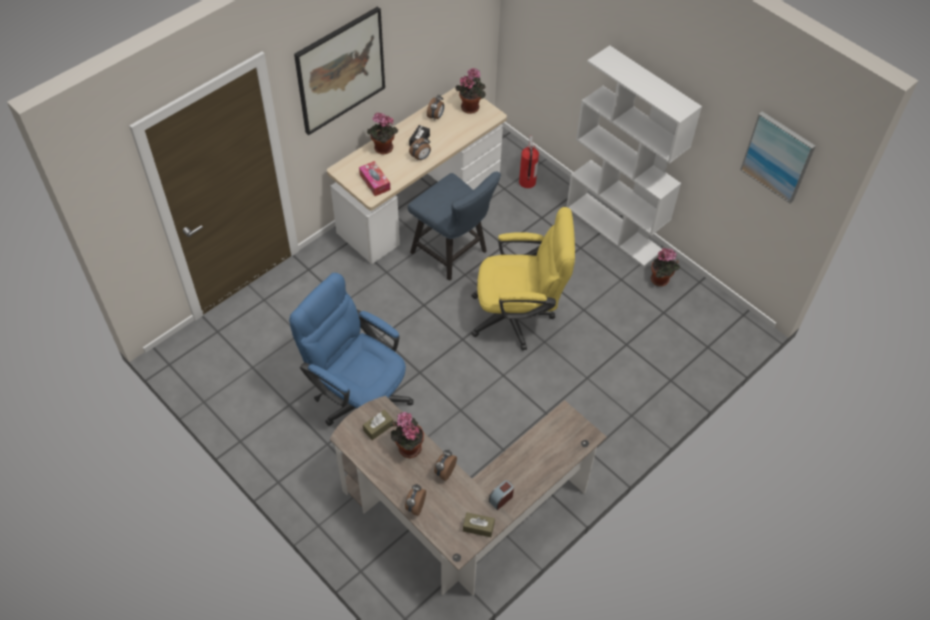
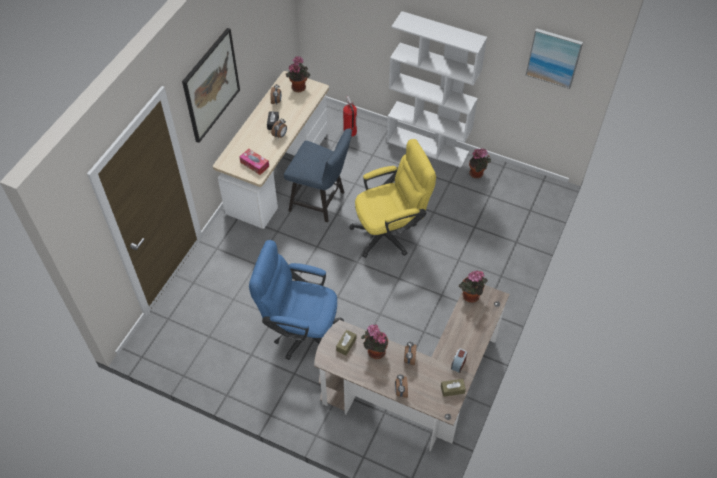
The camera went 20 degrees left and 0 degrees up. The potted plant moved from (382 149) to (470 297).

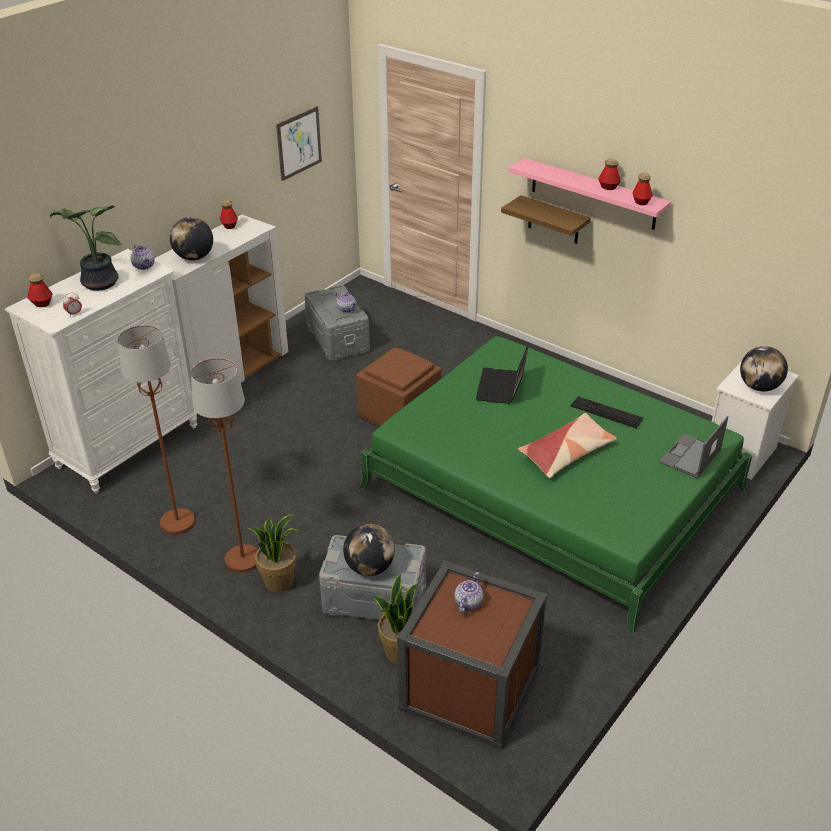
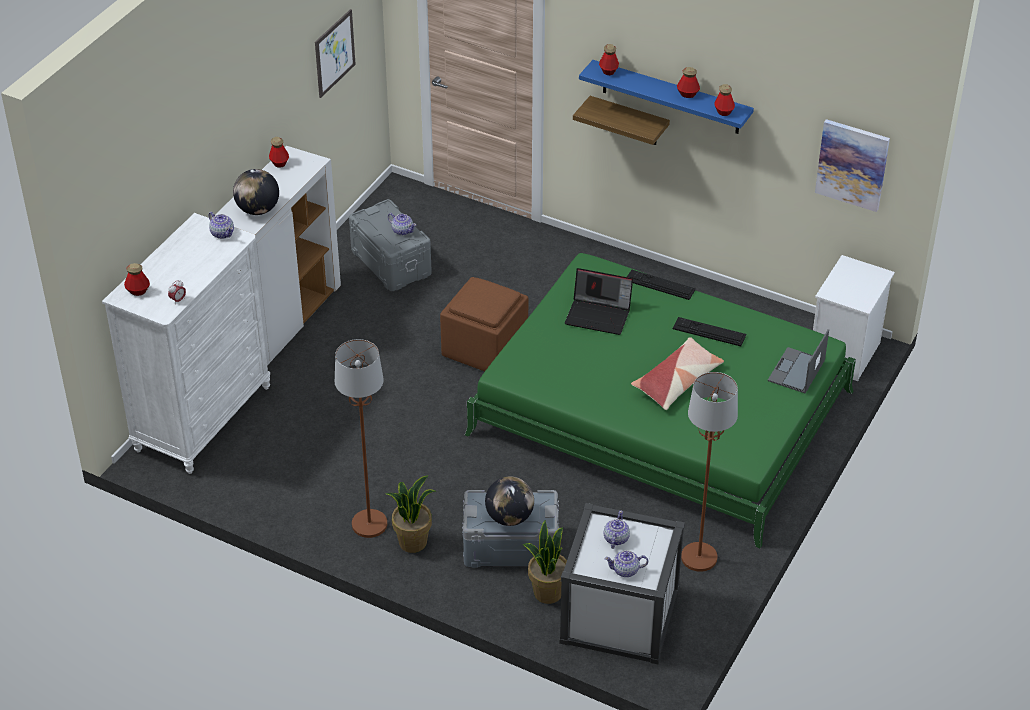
The camera went 10 degrees left and 5 degrees up. The potted plant at (98 283) disappeared. The globe at (759 387) disappeared. The bottle at (608 71) appeared. The teapot at (626 570) appeared. The keyboard at (660 284) appeared. The picture at (852 164) appeared. The brown floor lamp moved from (177 522) to (698 557). The brown storage box at (469 687) became the white storage box at (619 616). The pink shelf at (593 194) became the blue shelf at (671 97). The laptop at (502 387) turned 75 degrees counterclockwise.

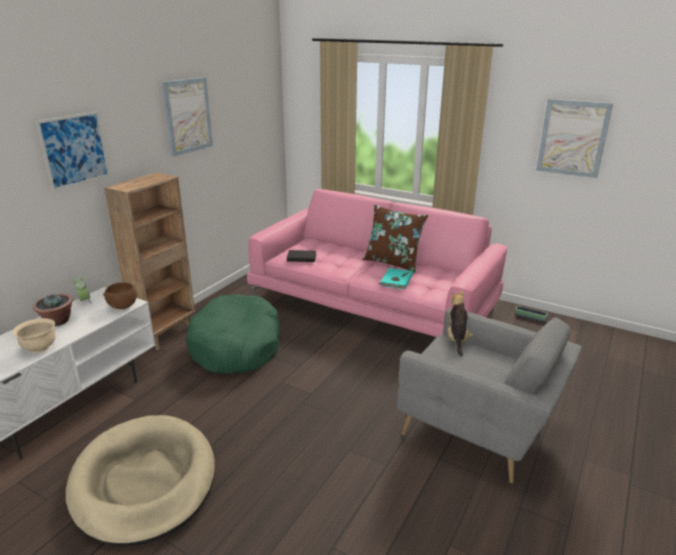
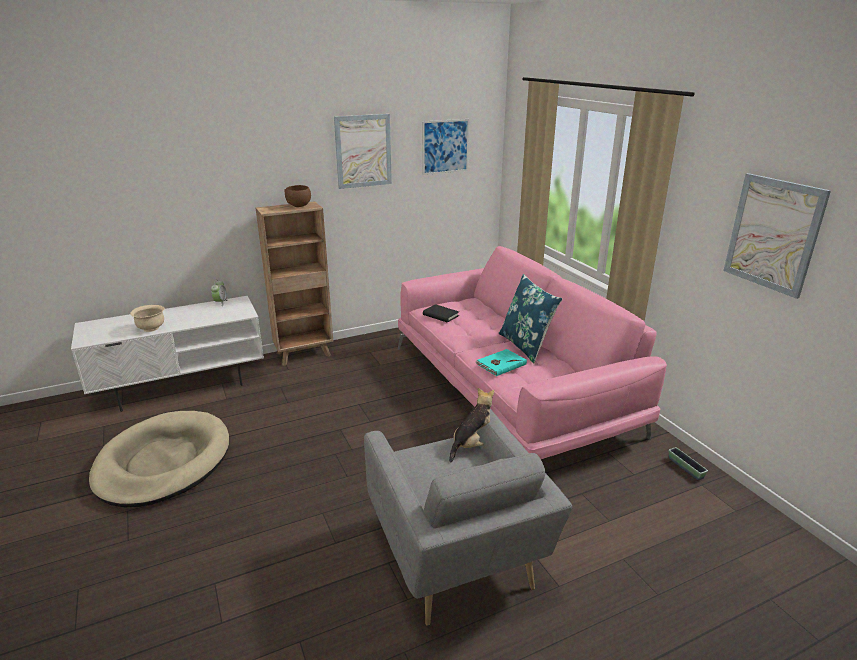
The camera went 35 degrees right and 0 degrees up. The potted plant at (57 321) disappeared. The green dog bed at (236 346) disappeared. The picture moved from (75 150) to (445 146). The brown bowl moved from (123 306) to (299 205). The brown pillow at (393 262) became the blue pillow at (526 346).

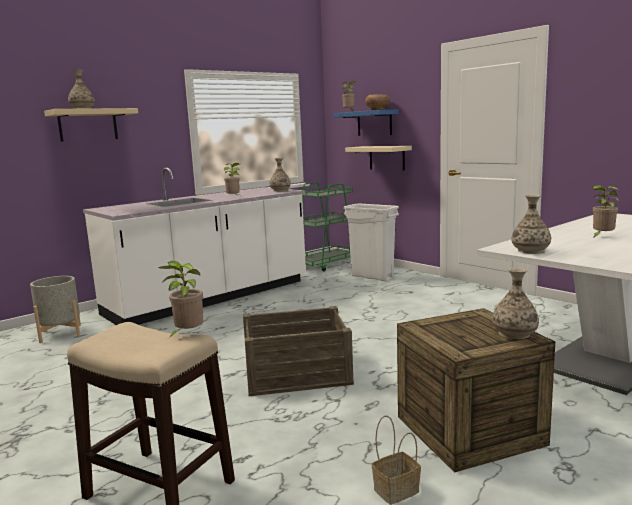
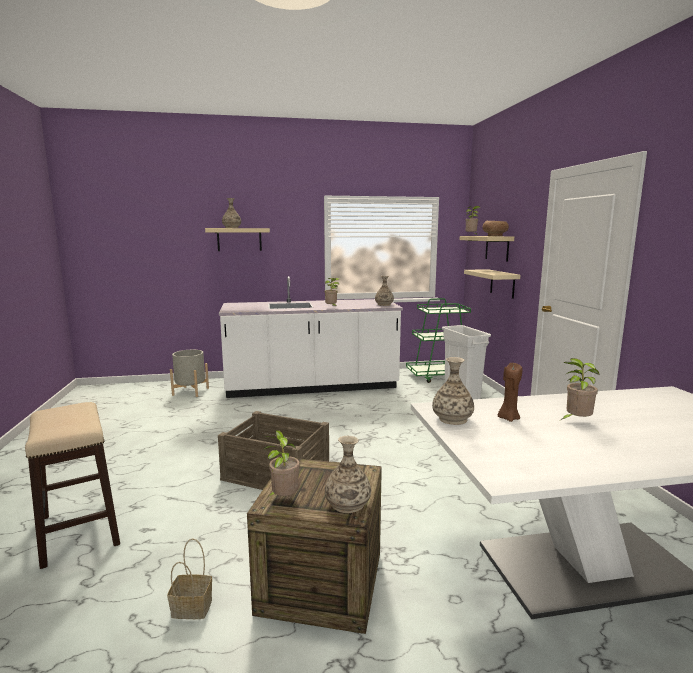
The camera went 30 degrees right and 0 degrees up. The brown candle at (508 418) appeared. The potted plant moved from (187 335) to (283 499). The blue shelf at (374 123) became the beige shelf at (497 248).

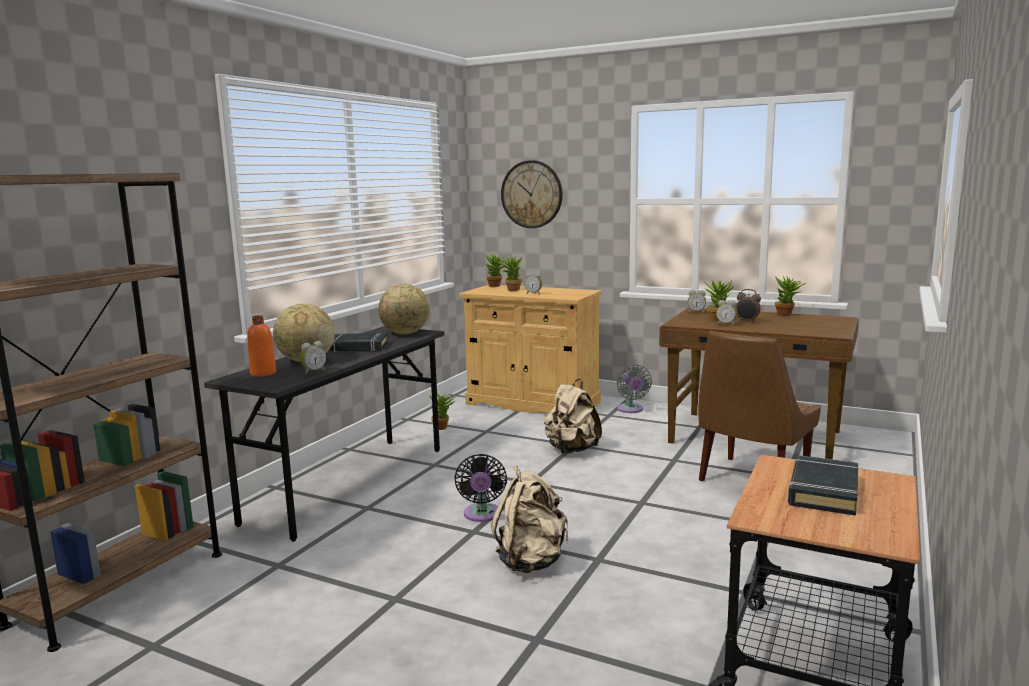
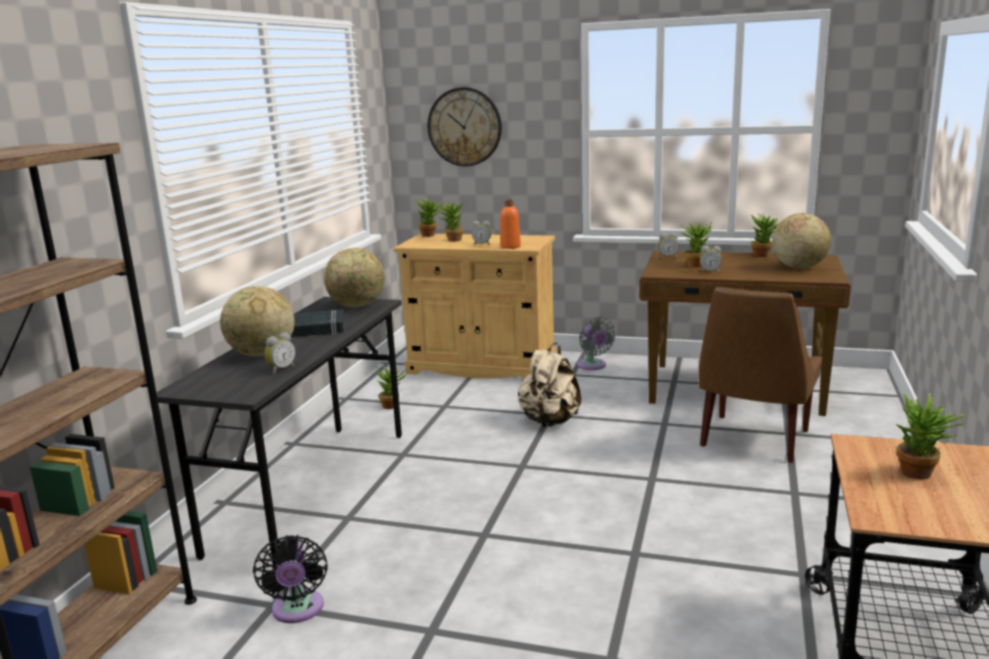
The camera went 10 degrees left and 5 degrees up. The beige backpack at (531 562) disappeared. The alarm clock at (747 321) disappeared. The globe at (798 267) appeared. The orange bottle moved from (263 373) to (510 246). The black fan moved from (482 515) to (297 610). The black book at (823 491) was replaced by the potted plant at (921 475).

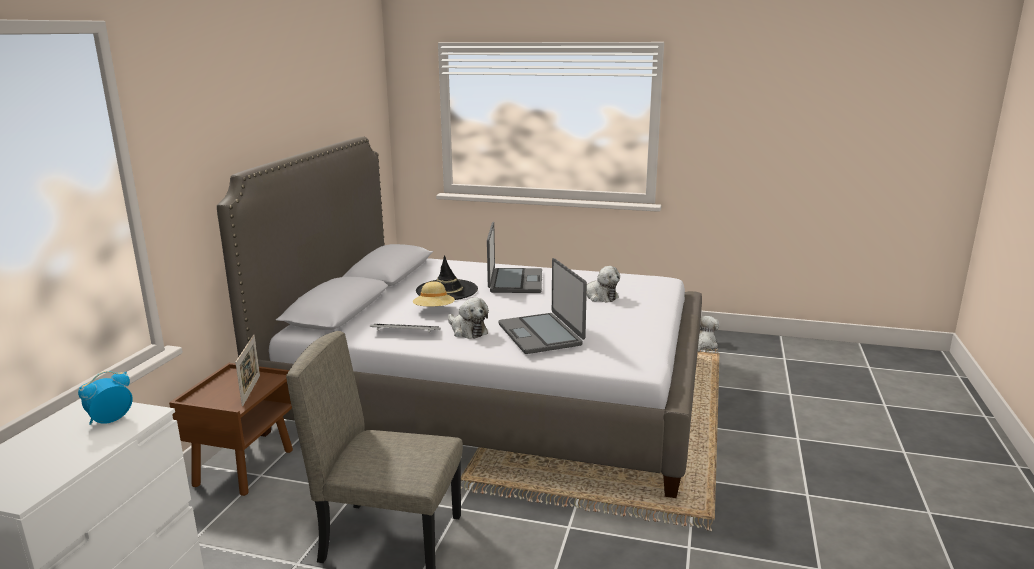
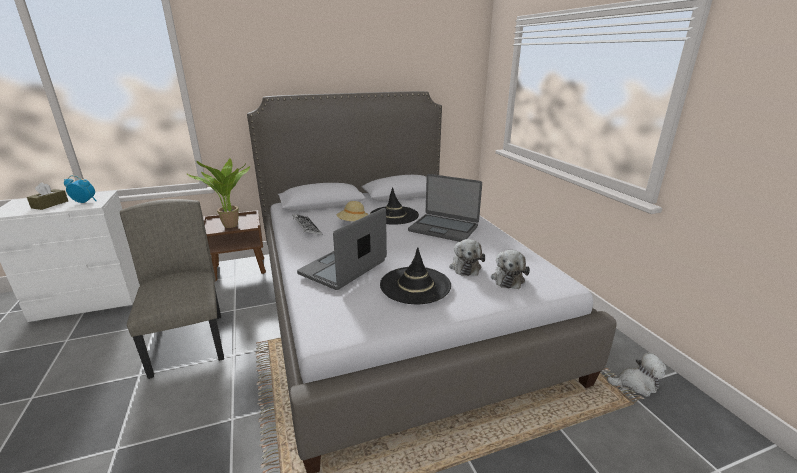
The camera went 55 degrees right and 5 degrees up. The brown tissue box at (50 204) appeared. The black hat at (415 285) appeared. The plush toy moved from (467 331) to (508 278). The picture frame at (251 390) was replaced by the potted plant at (232 226). The laptop at (515 282) turned 60 degrees clockwise.

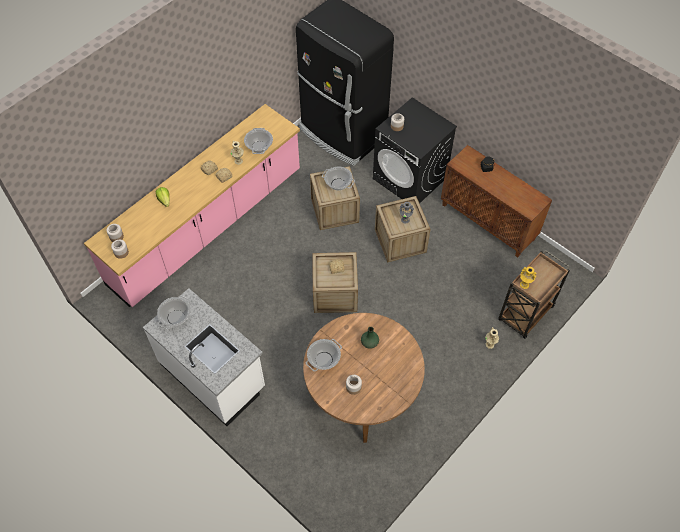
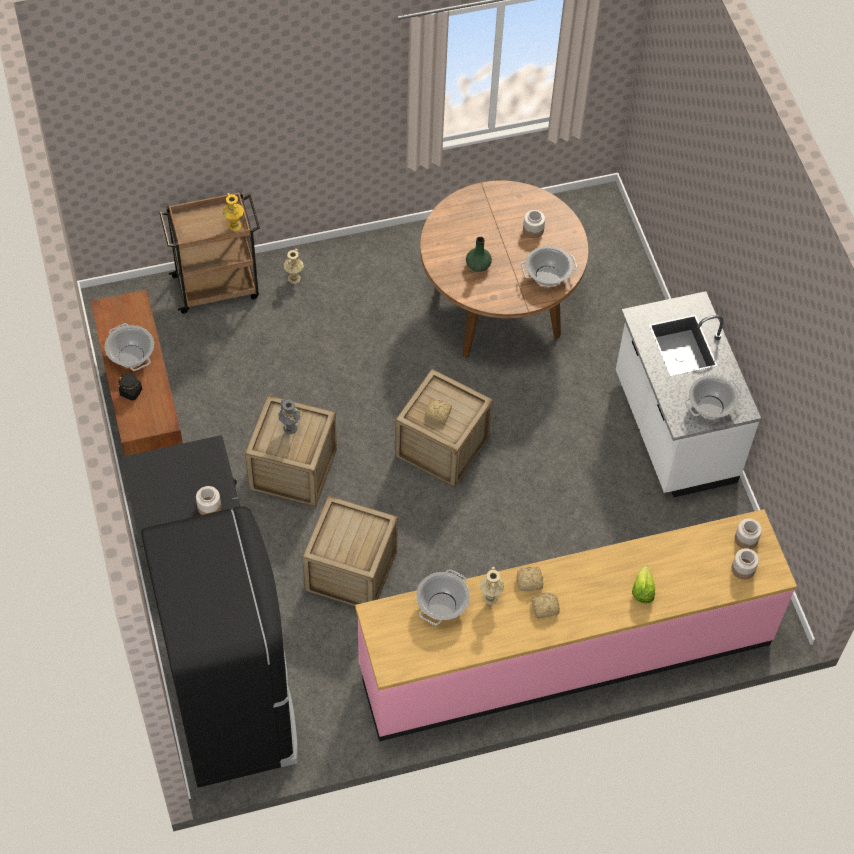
The camera went 150 degrees left and 0 degrees up. The cooking pot moved from (338 184) to (131 356).

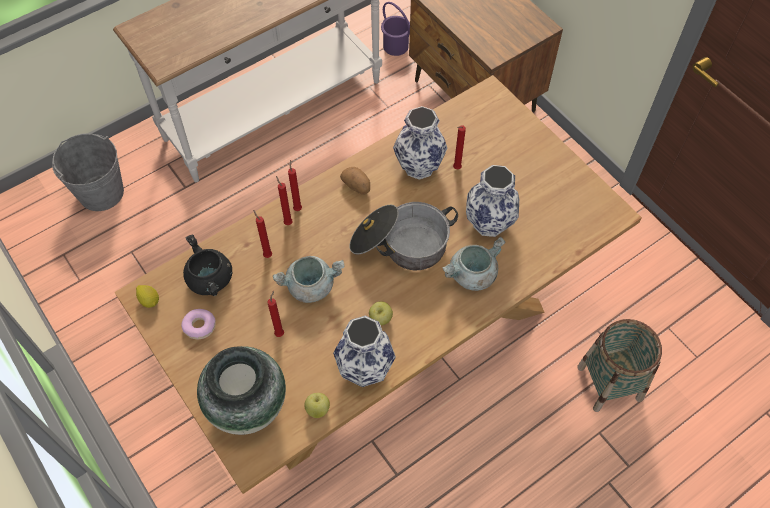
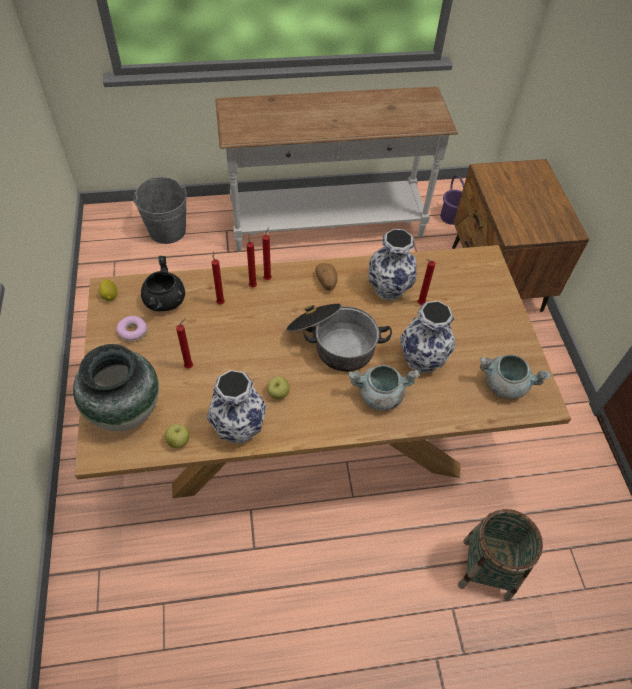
The camera went 25 degrees right and 5 degrees down. The grey cooking pot moved from (311 286) to (505 385).

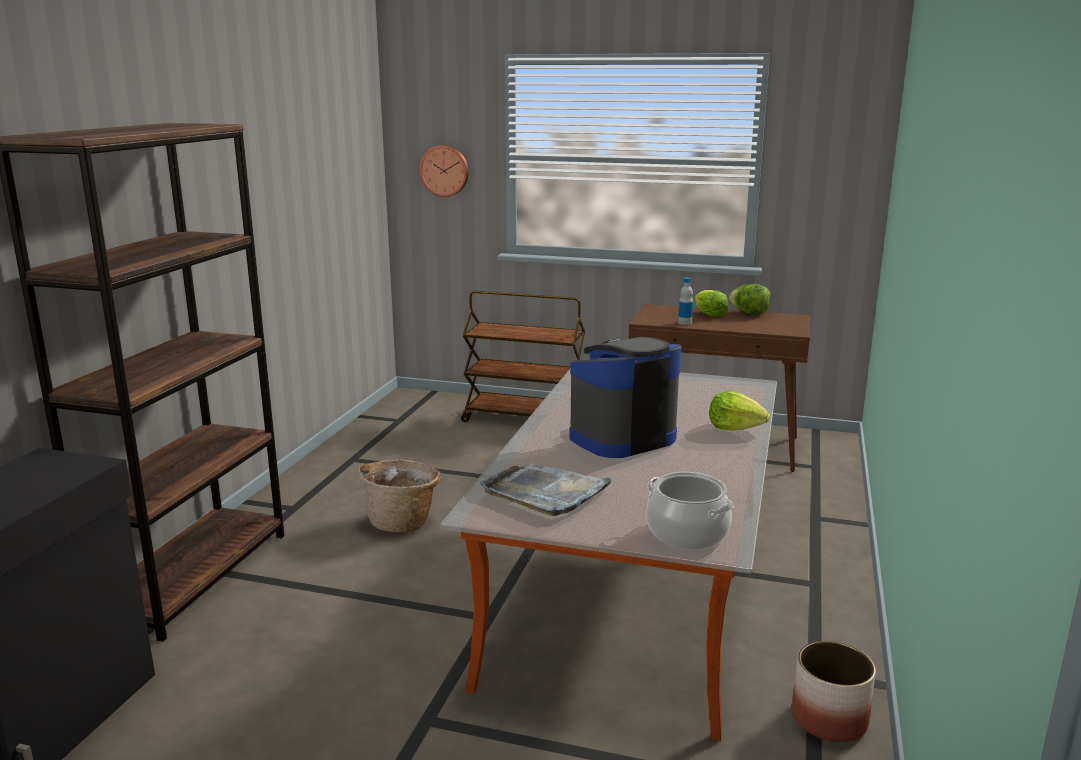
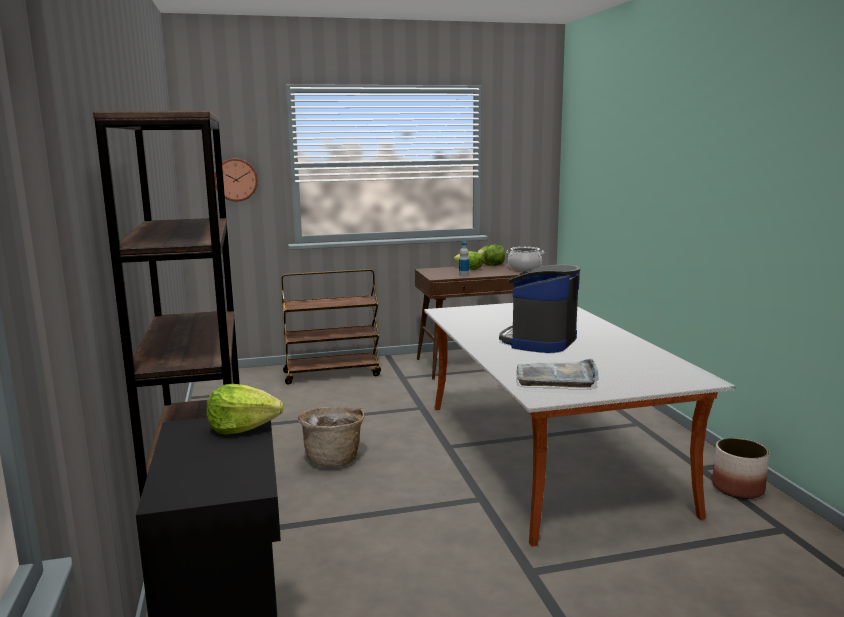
The camera went 30 degrees left and 5 degrees down. The cooking pot moved from (687 533) to (524 269). The lettuce moved from (735 427) to (242 427).

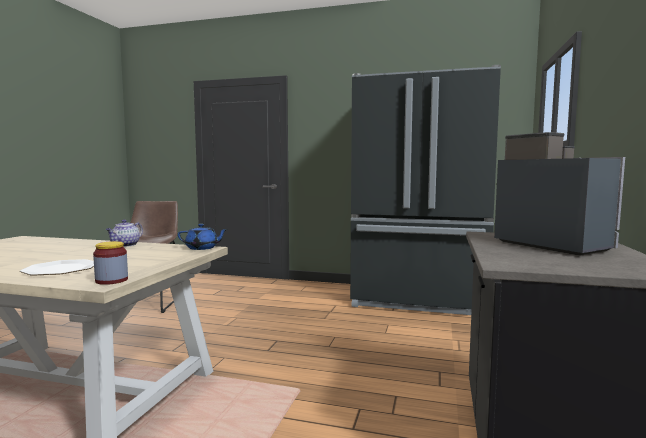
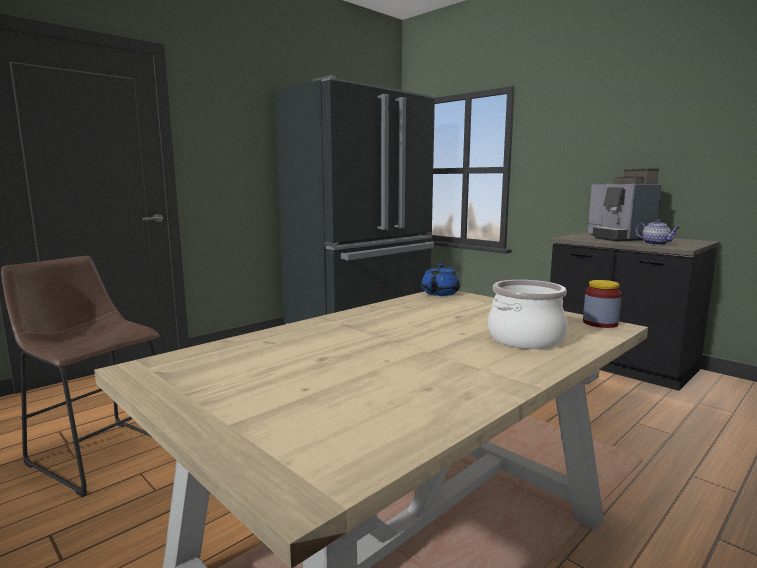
The camera went 60 degrees left and 5 degrees up. The teapot moved from (125 245) to (656 244). The plate at (61 269) was replaced by the cooking pot at (525 339). The coffee machine at (551 245) turned 105 degrees counterclockwise.

